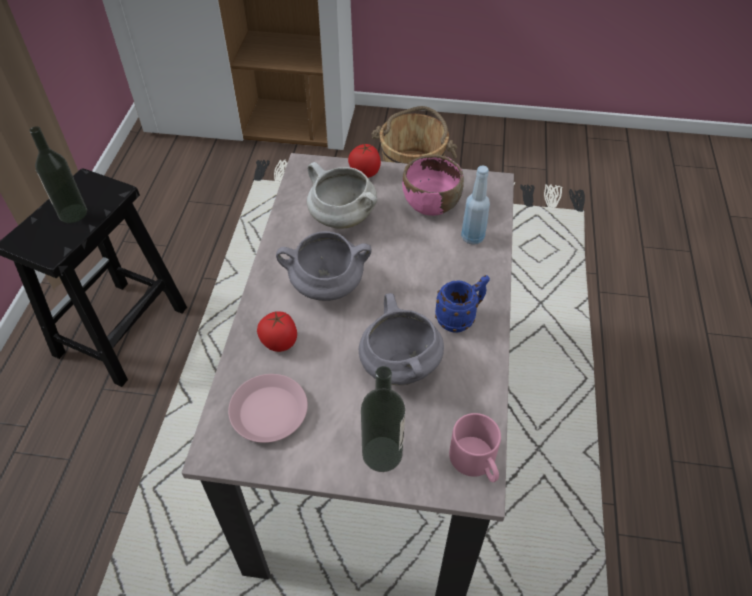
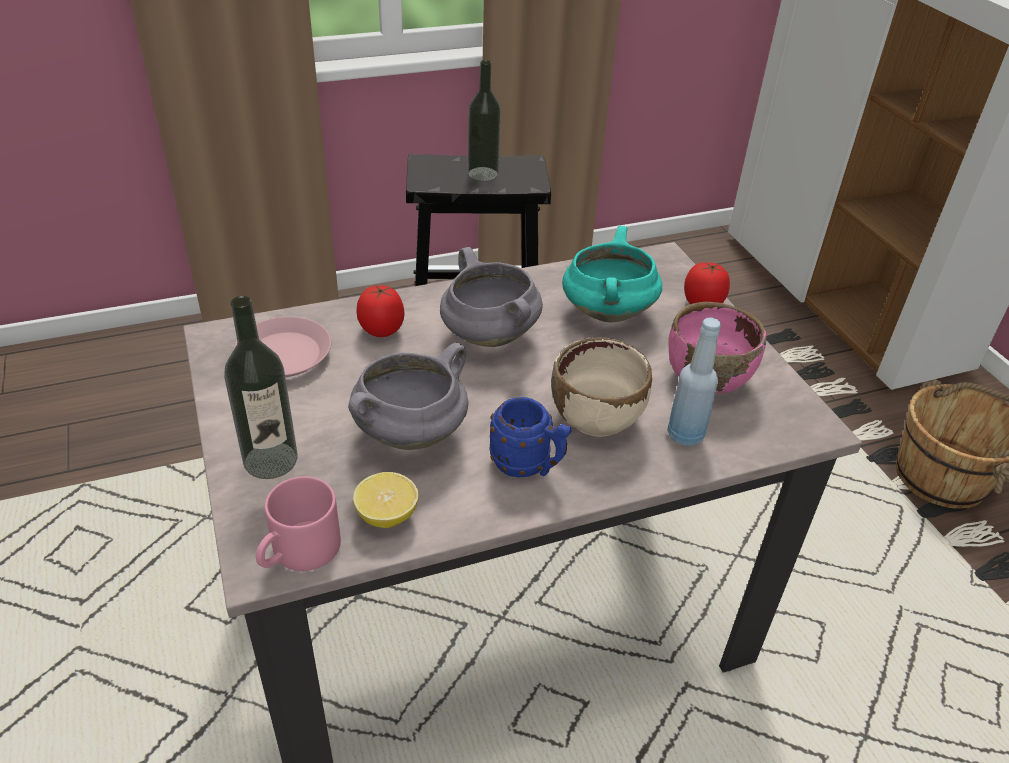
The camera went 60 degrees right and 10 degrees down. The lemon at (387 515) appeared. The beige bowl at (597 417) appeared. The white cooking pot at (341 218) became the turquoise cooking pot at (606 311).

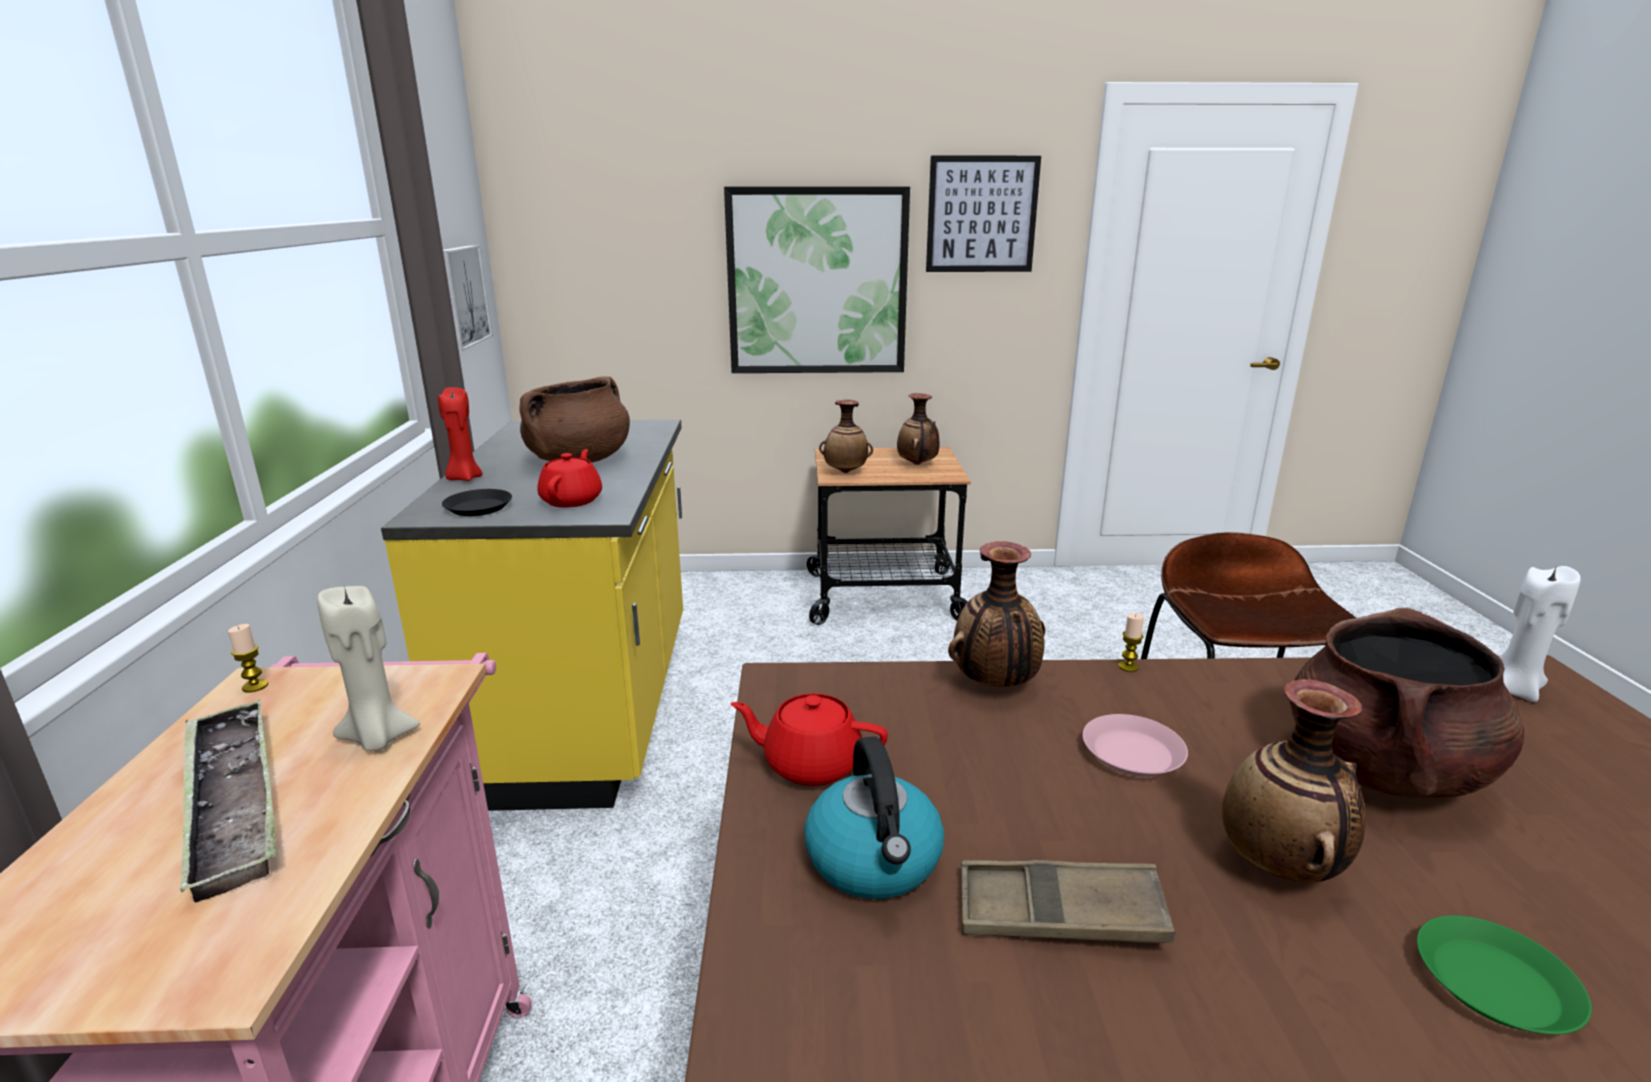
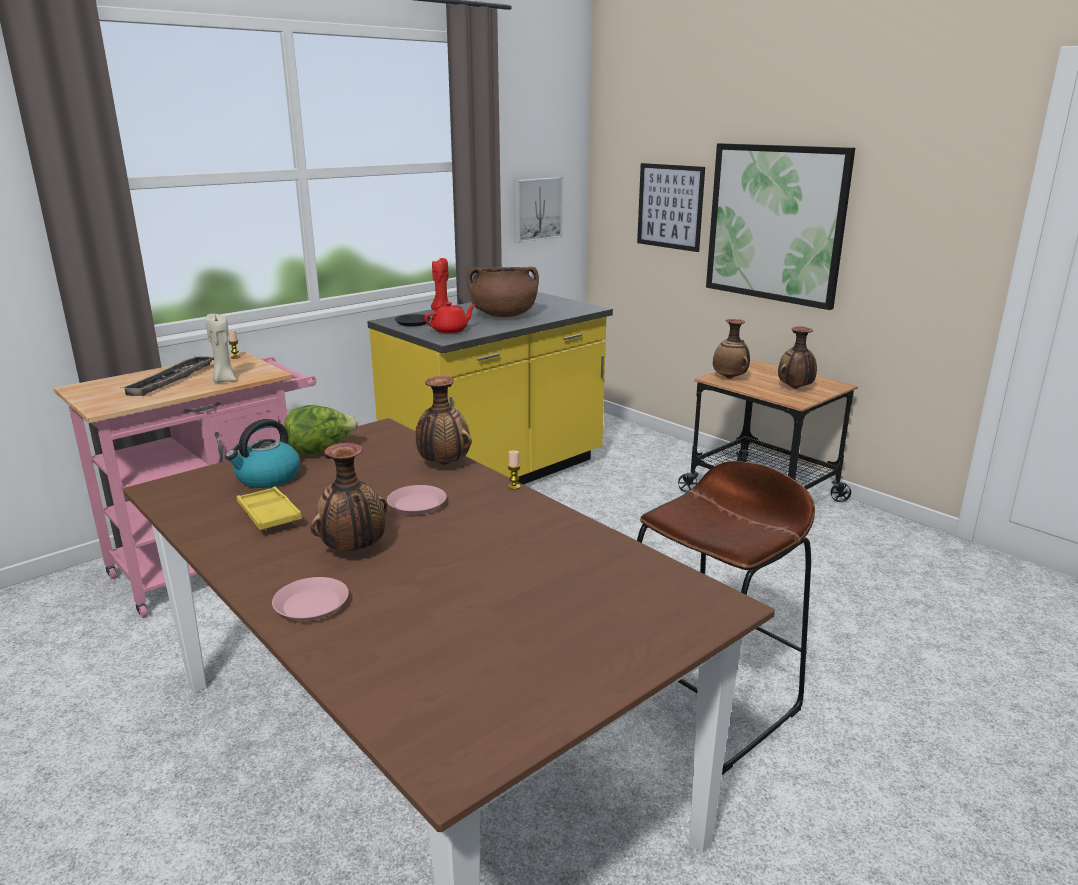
The camera went 50 degrees right and 0 degrees up. The brown cooking pot at (1384 769) disappeared. The white candle at (1511 690) disappeared. The picture moved from (982 215) to (670 206). The red teapot at (810 764) was replaced by the lettuce at (321 451). The brown tray at (1059 913) became the yellow tray at (269 515). The green plate at (1495 983) became the pink plate at (312 605).

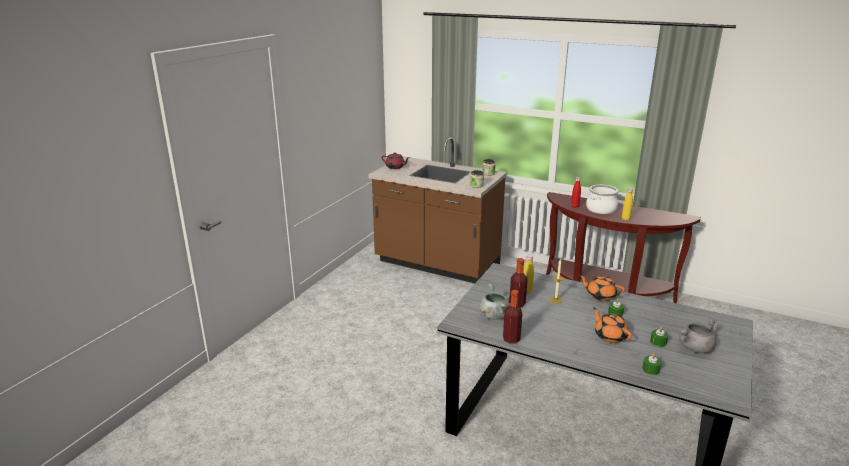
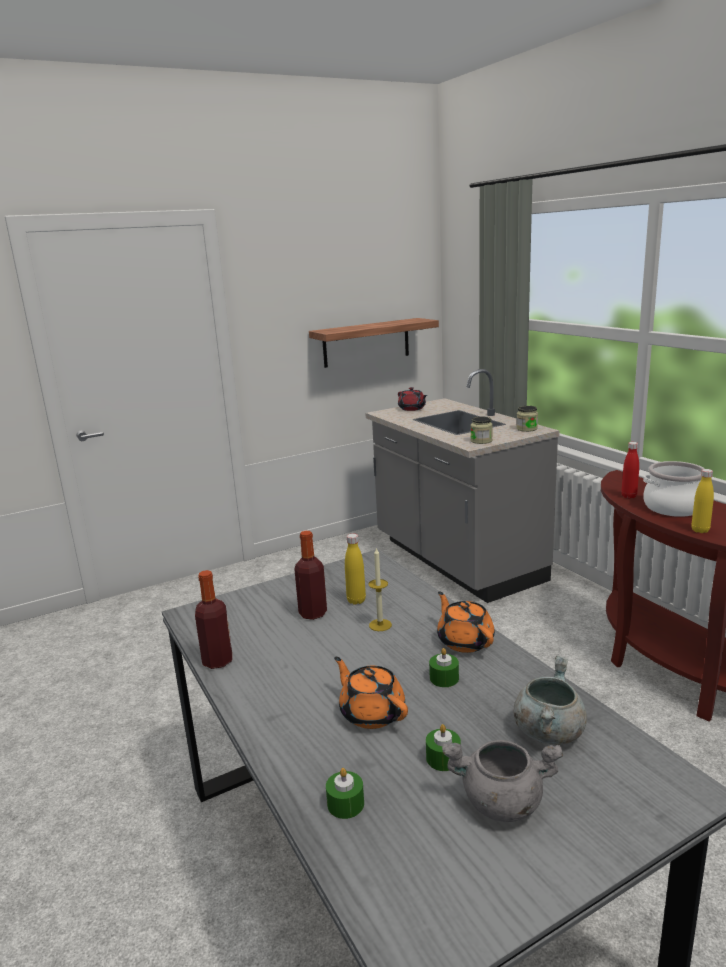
The camera went 35 degrees right and 5 degrees down. The shelf at (366 342) appeared. The grey cooking pot moved from (494 315) to (548 731). The brown counter at (437 264) became the grey counter at (456 561). The orange teapot at (610 336) turned 45 degrees counterclockwise.

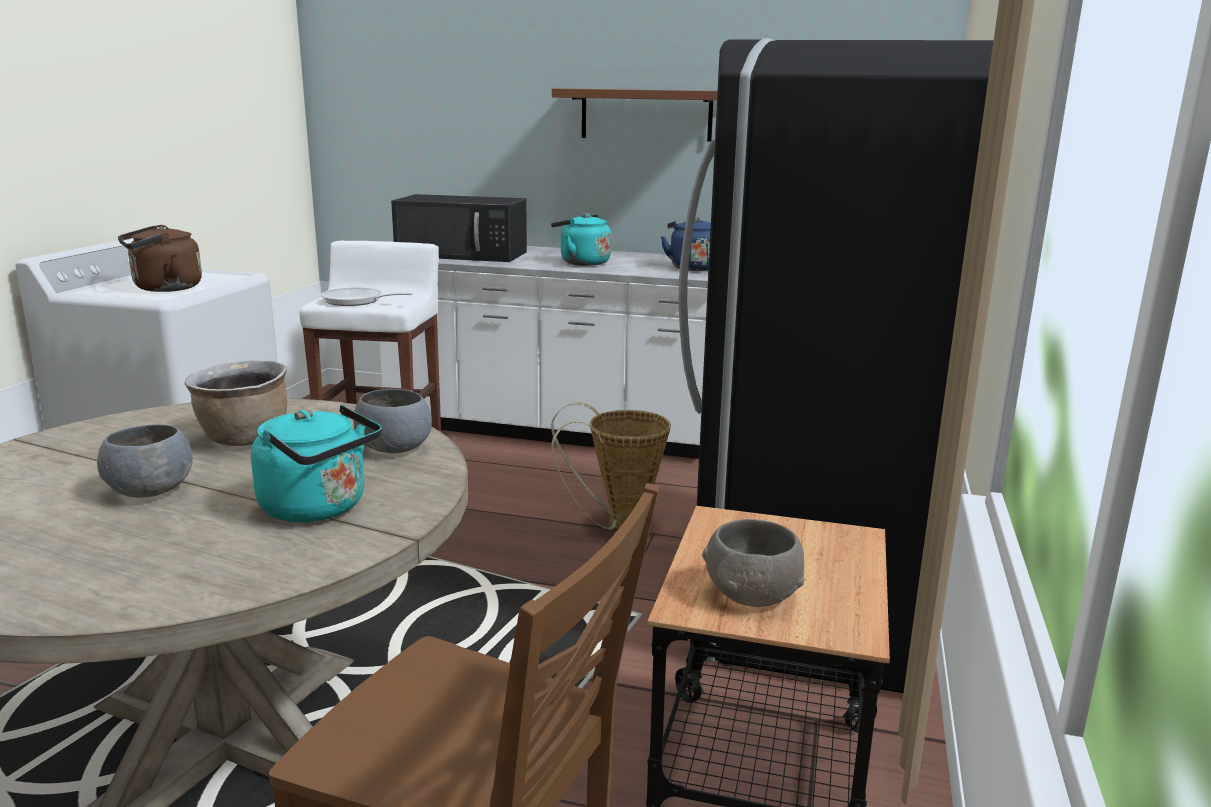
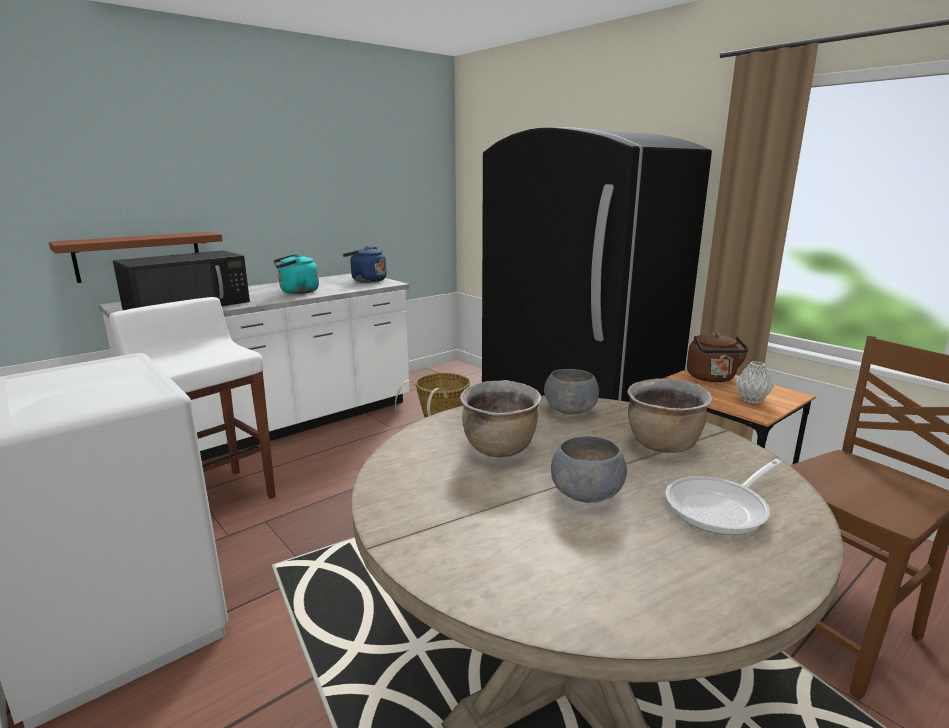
The camera went 55 degrees left and 0 degrees up. The brown kettle moved from (163 288) to (712 378). The frying pan moved from (357 301) to (722 508). The brown shelf moved from (646 114) to (139 256). The turquoise kettle at (319 508) was replaced by the brown cooking pot at (663 445). The grey bowl at (752 595) was replaced by the grey vase at (752 400).

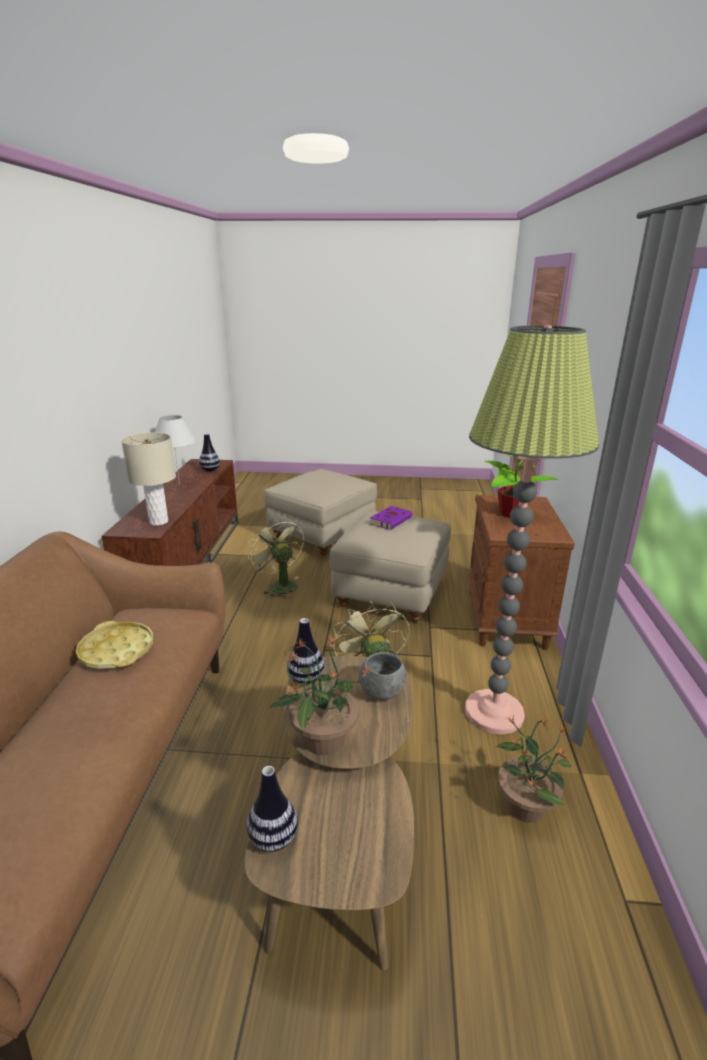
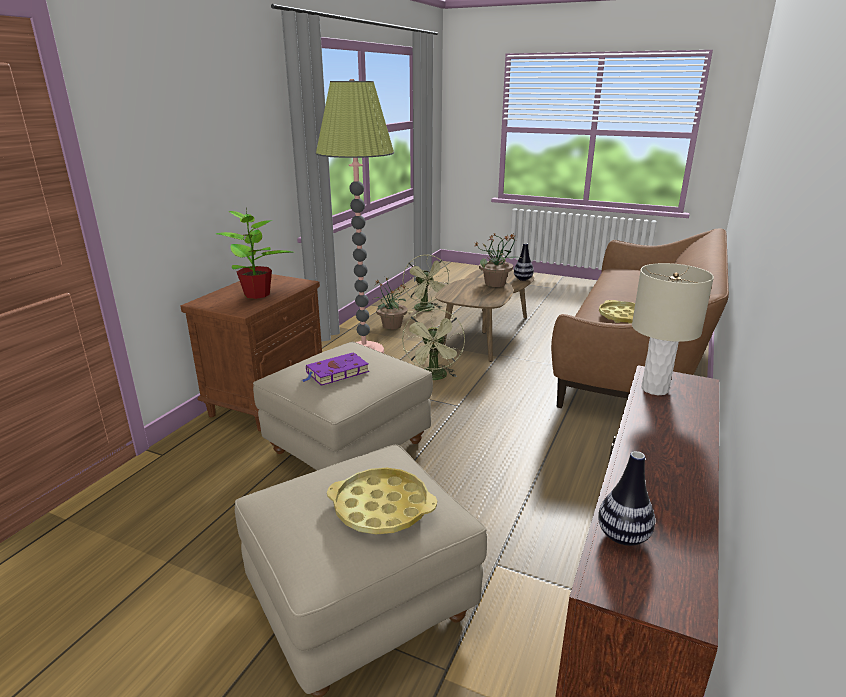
The camera went 160 degrees left and 0 degrees up. The white table lamp at (179 484) disappeared. The vase at (306 678) disappeared. The grey bowl at (381 692) disappeared. The yellow tray at (381 507) appeared. The green fan moved from (279 585) to (426 310).

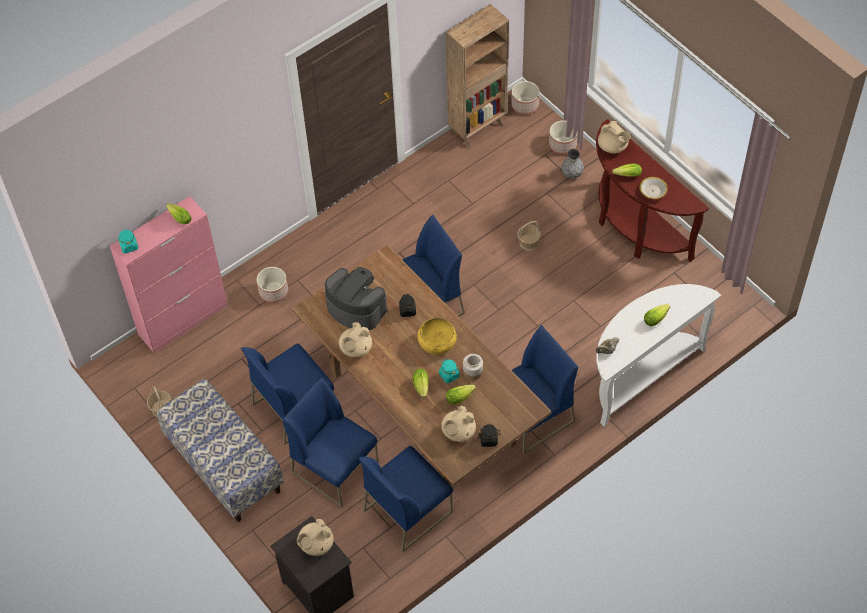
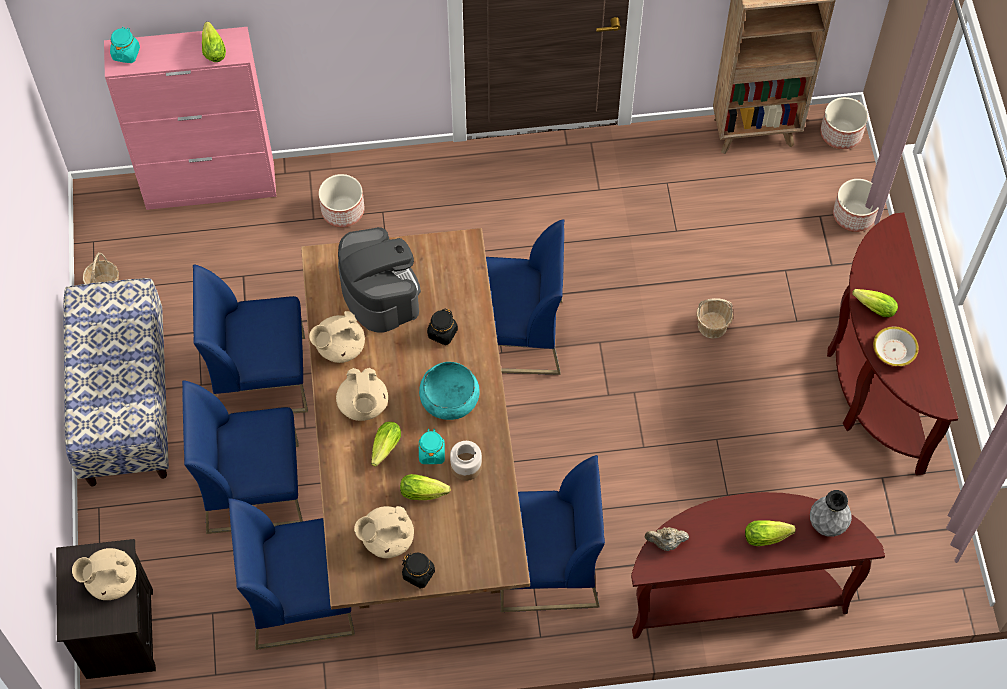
The camera went 30 degrees right and 5 degrees up. The grey vase moved from (572 174) to (827 524). The beige teapot moved from (613 147) to (363 406). The yellow bowl at (437 342) became the turquoise bowl at (449 398). The white console table at (641 374) became the brown console table at (735 595). The blue chair at (336 468) turned 75 degrees counterclockwise.

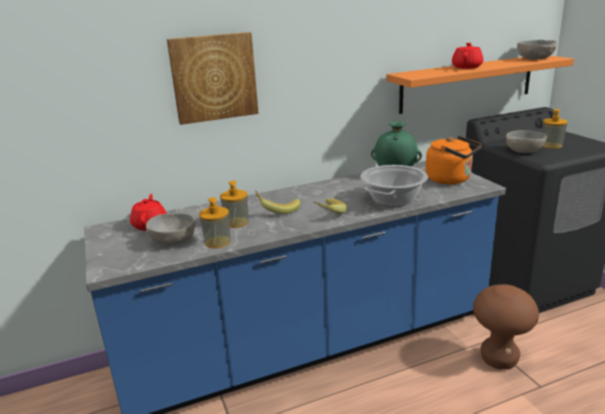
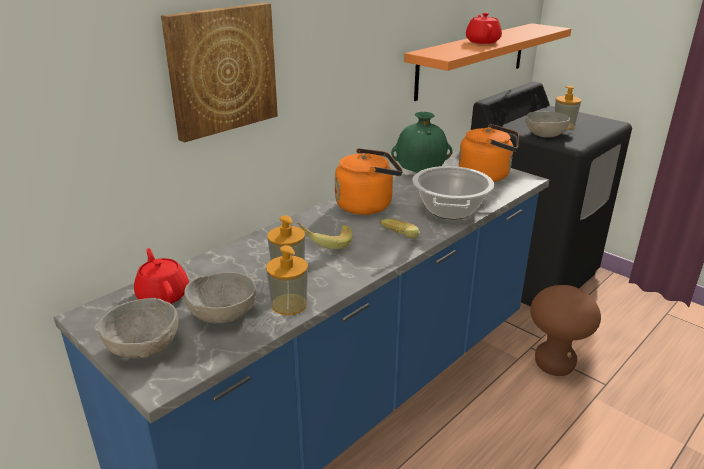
The camera went 25 degrees left and 5 degrees up. The orange kettle at (367 205) appeared. The grey bowl moved from (535 58) to (143 346).

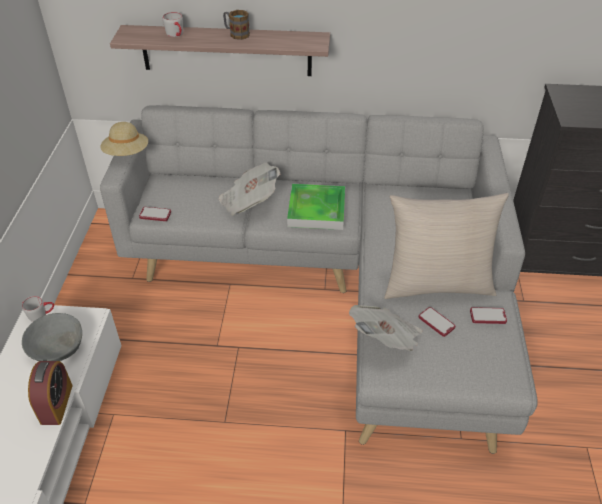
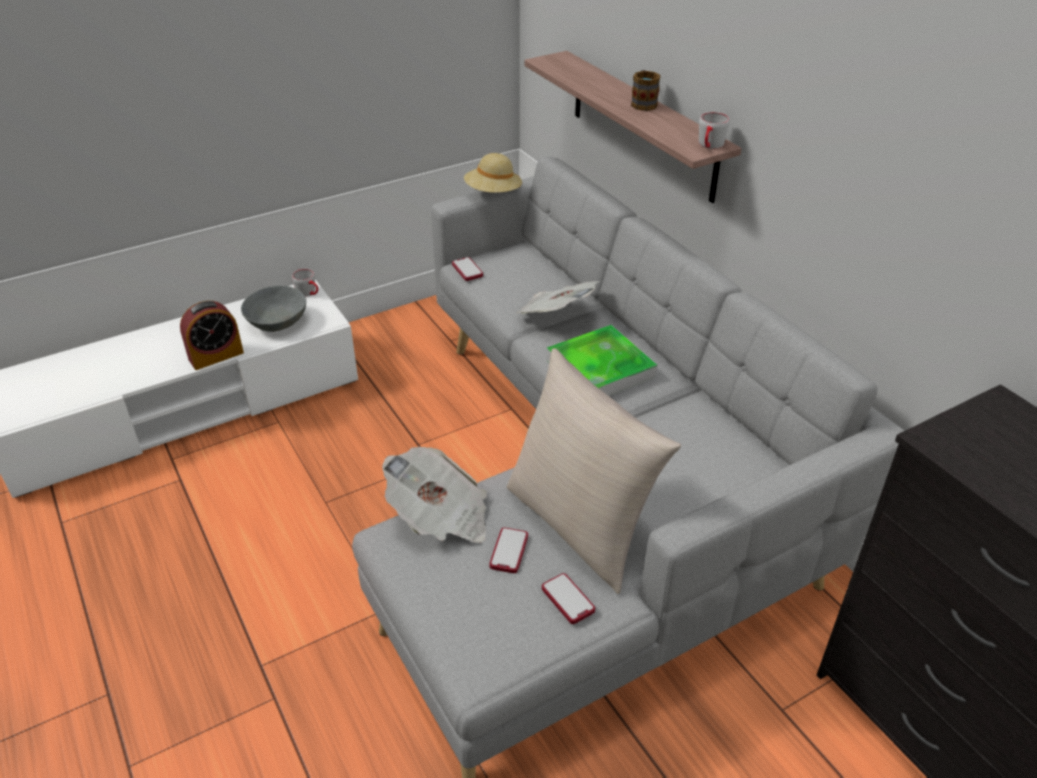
The camera went 55 degrees right and 5 degrees down. The grey mug moved from (176 35) to (709 146).

